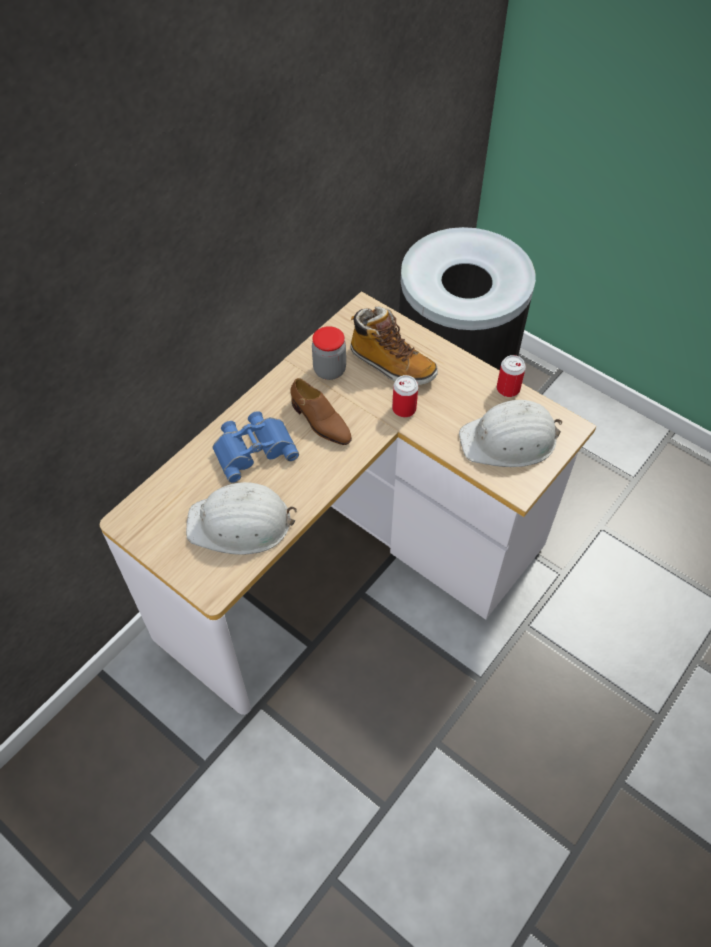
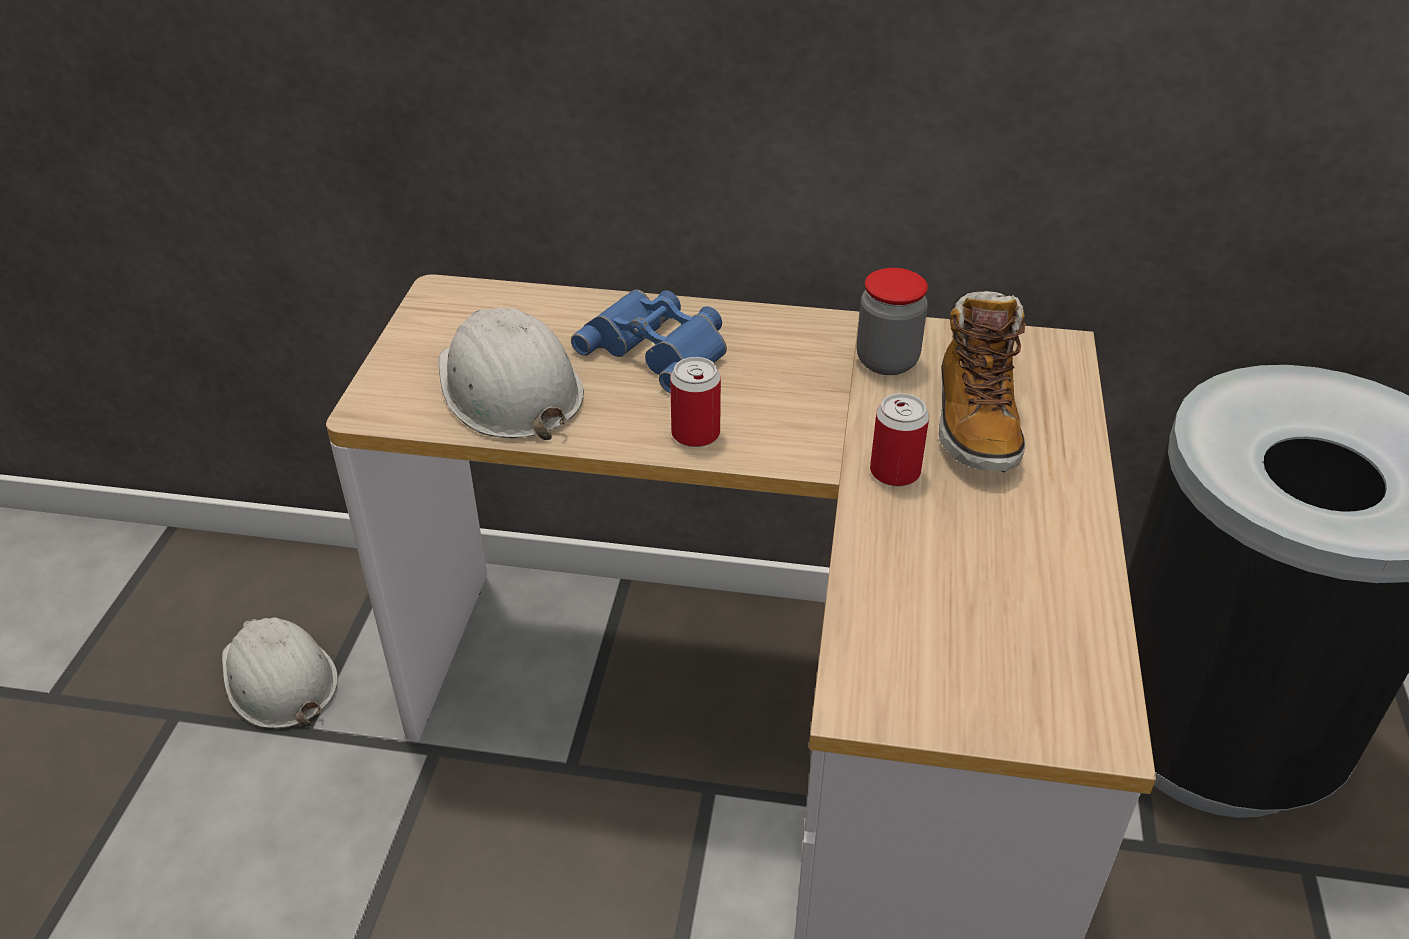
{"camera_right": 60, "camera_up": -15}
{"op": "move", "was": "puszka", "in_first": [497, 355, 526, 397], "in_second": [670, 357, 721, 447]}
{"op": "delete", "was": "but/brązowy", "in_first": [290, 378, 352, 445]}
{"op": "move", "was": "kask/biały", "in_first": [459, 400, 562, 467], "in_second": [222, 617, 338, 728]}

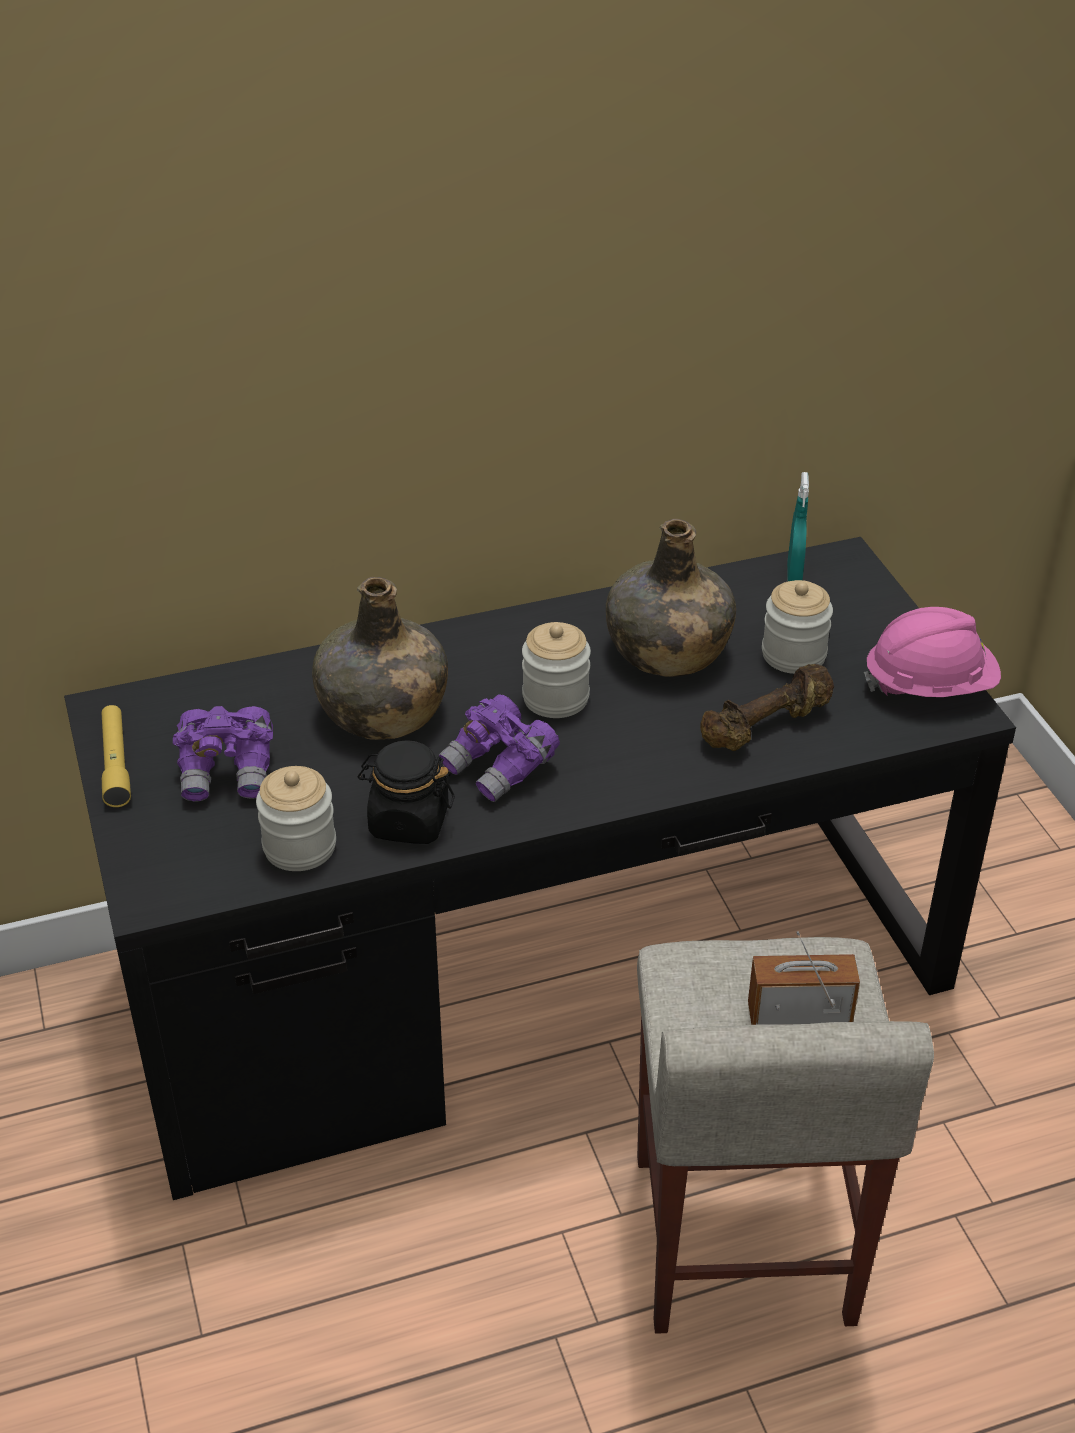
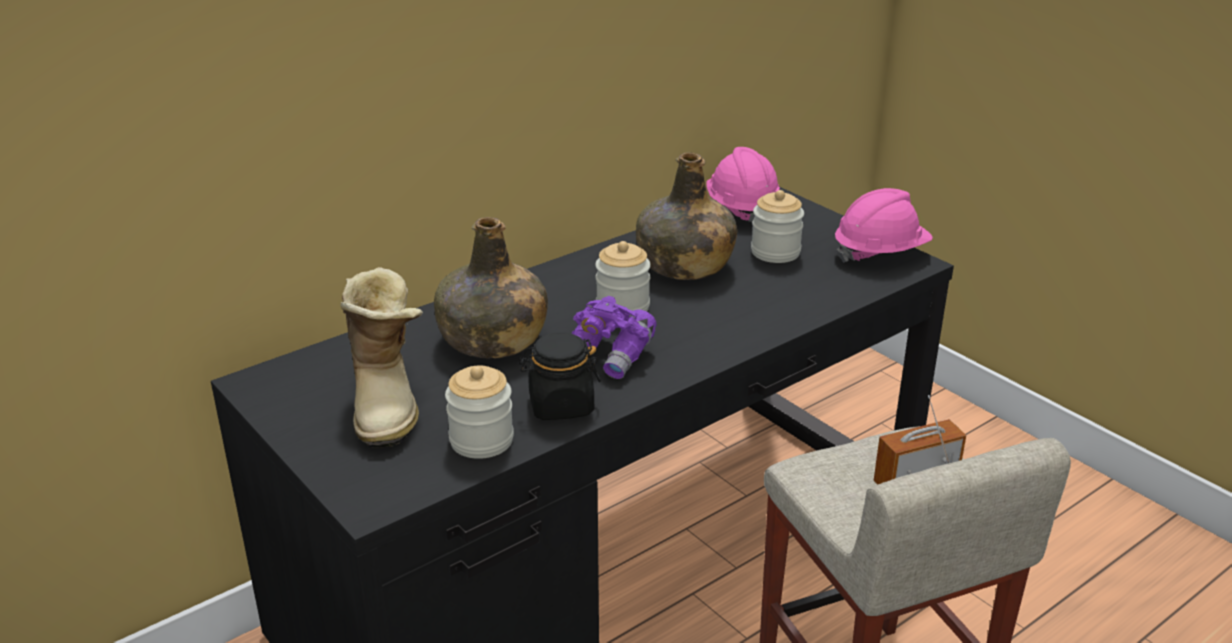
{"camera_right": -20, "camera_up": -10}
{"op": "replace", "was": "spryskiwacz/turkusowy", "now": "kask/różowy", "in_first": [787, 472, 809, 581], "in_second": [707, 147, 780, 222]}
{"op": "delete", "was": "hantel/brązowy", "in_first": [700, 664, 834, 751]}
{"op": "delete", "was": "latarka/żółty", "in_first": [102, 705, 131, 807]}
{"op": "replace", "was": "lornetka/fioletowy", "now": "but z cholewką", "in_first": [173, 706, 273, 802], "in_second": [340, 267, 423, 448]}

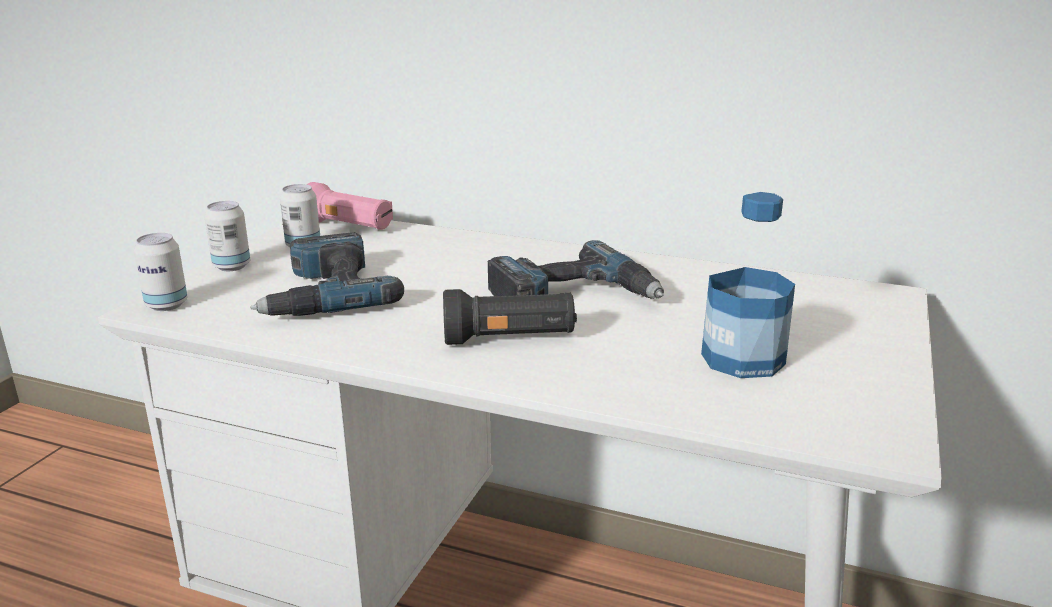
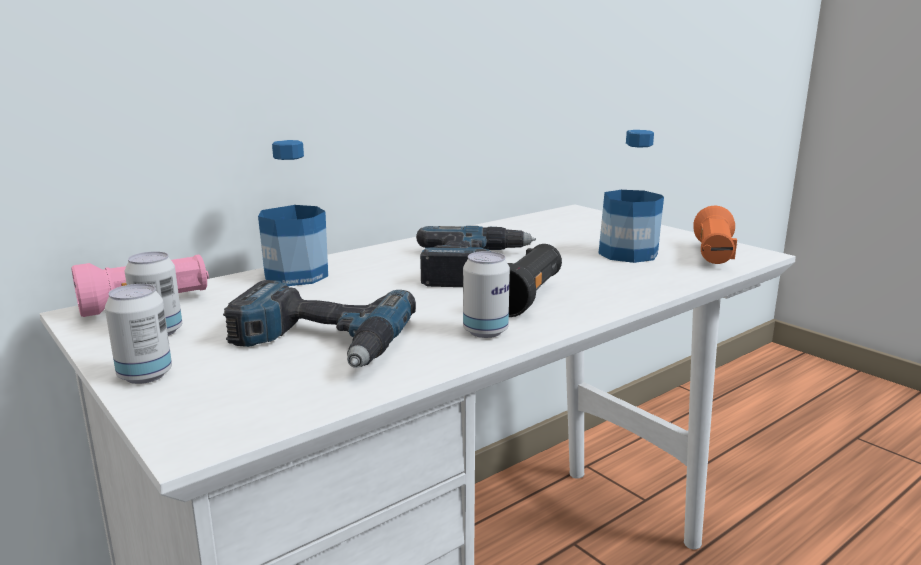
{"camera_right": -60, "camera_up": -5}
{"op": "move", "was": "puszka", "in_first": [134, 233, 188, 311], "in_second": [463, 251, 510, 338]}
{"op": "insert", "now": "butelka", "in_second": [258, 140, 328, 286]}
{"op": "insert", "now": "latarka/pomarańczowy", "in_second": [694, 206, 737, 264]}

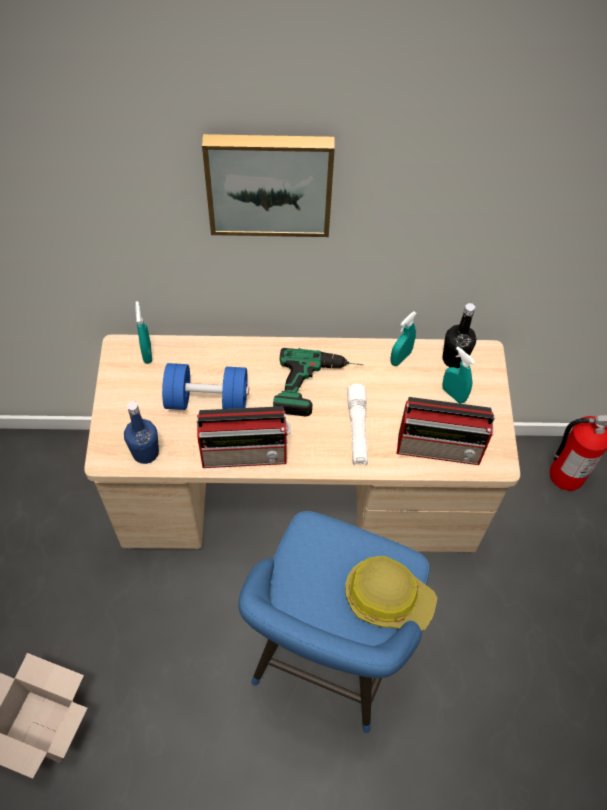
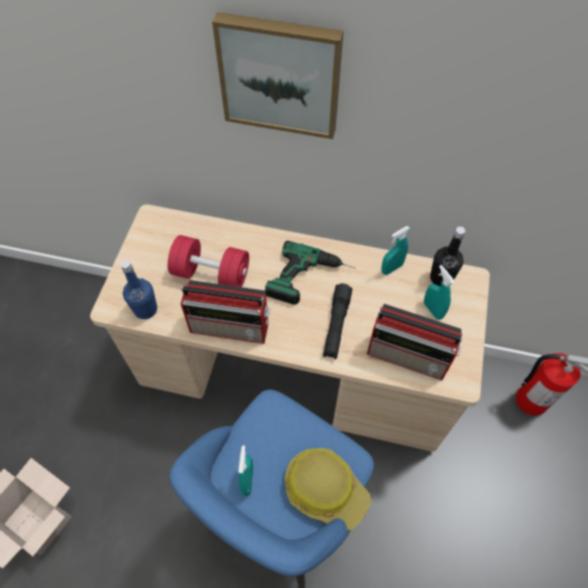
{"camera_right": 15, "camera_up": 0}
{"op": "move", "was": "spryskiwacz/turkusowy", "in_first": [135, 301, 152, 364], "in_second": [238, 446, 254, 496]}
{"op": "recolor", "was": "hantel/niebieski", "now": "hantel/czerwony", "in_first": [162, 363, 249, 410], "in_second": [168, 235, 249, 287]}
{"op": "recolor", "was": "latarka/biały", "now": "latarka/czarny", "in_first": [347, 384, 368, 466], "in_second": [323, 283, 352, 359]}

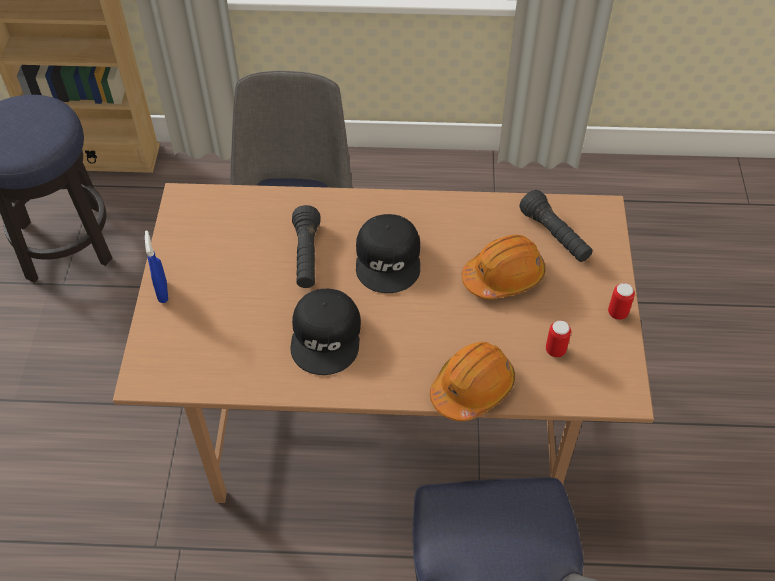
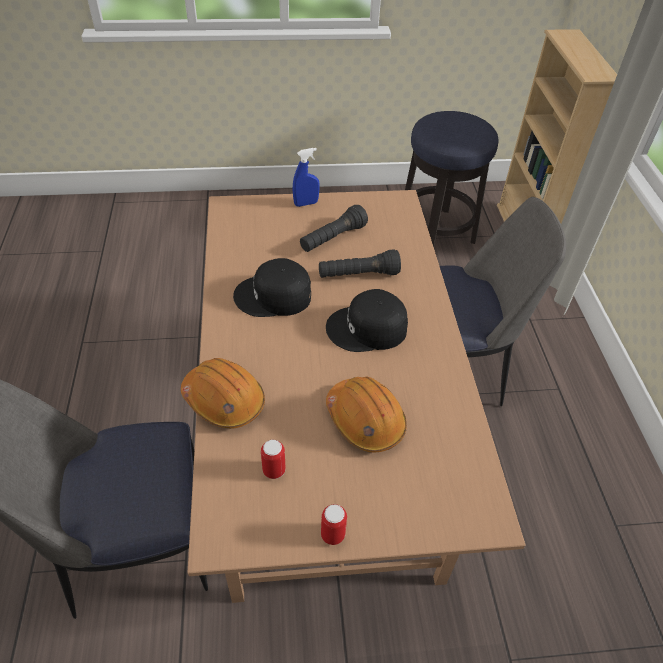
{"camera_right": 80, "camera_up": -5}
{"op": "move", "was": "latarka/czarny", "in_first": [519, 190, 593, 262], "in_second": [300, 205, 368, 252]}

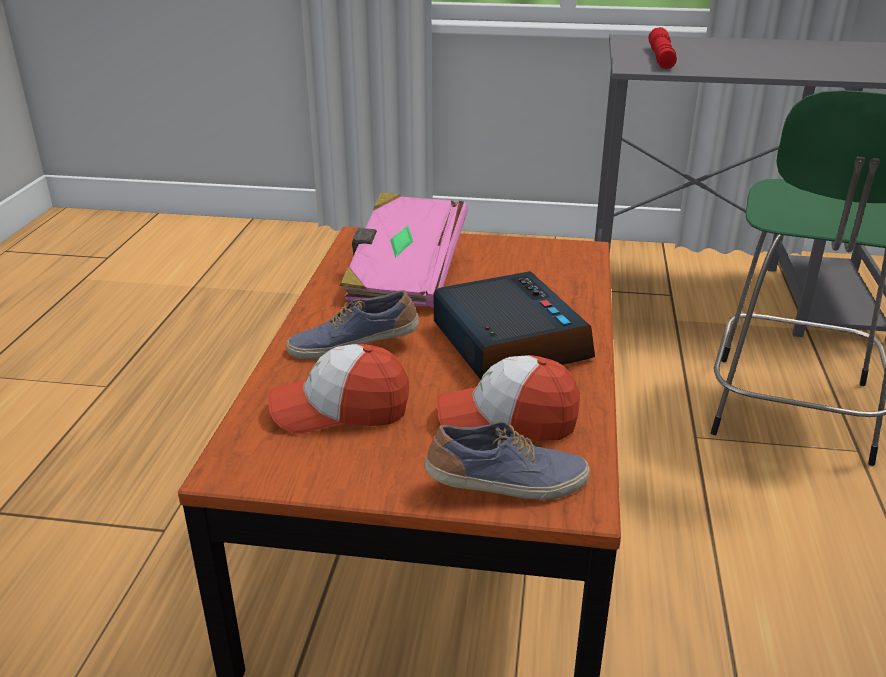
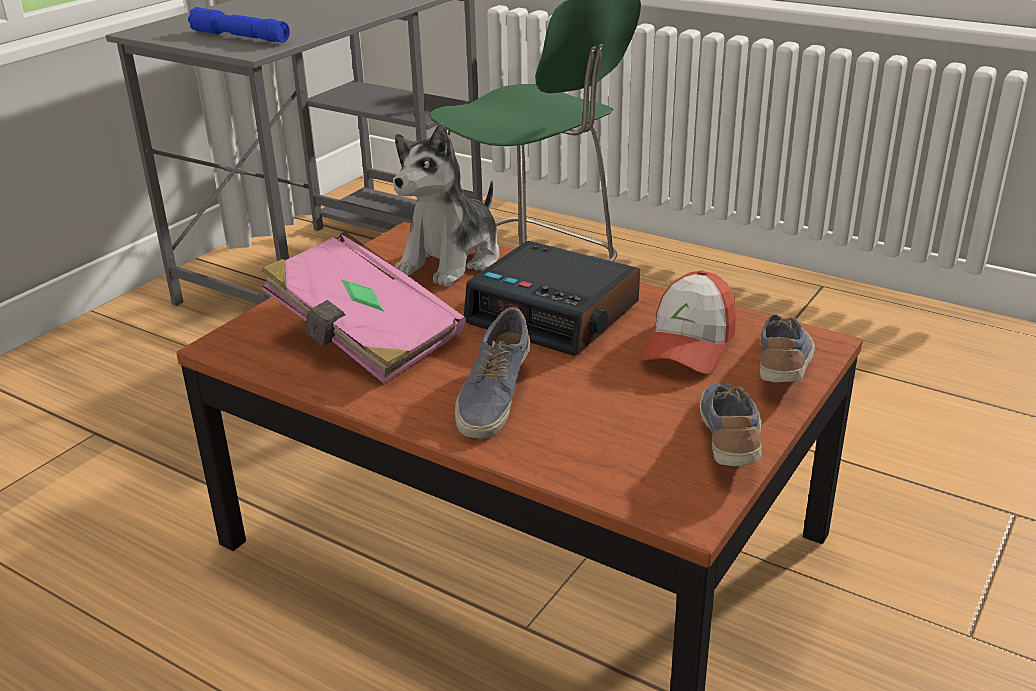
{"camera_right": -65, "camera_up": 0}
{"op": "recolor", "was": "latarka/czerwony", "now": "latarka/niebieski", "in_first": [649, 27, 677, 69], "in_second": [188, 7, 290, 42]}
{"op": "rotate", "was": "budzik", "in_first": [434, 271, 595, 380], "in_second": [464, 241, 640, 356], "clockwise": -150}
{"op": "delete", "was": "czapka z daszkiem", "in_first": [268, 344, 409, 434]}
{"op": "insert", "now": "pluszak", "in_second": [393, 123, 499, 287]}
{"op": "insert", "now": "but", "in_second": [700, 383, 762, 466]}

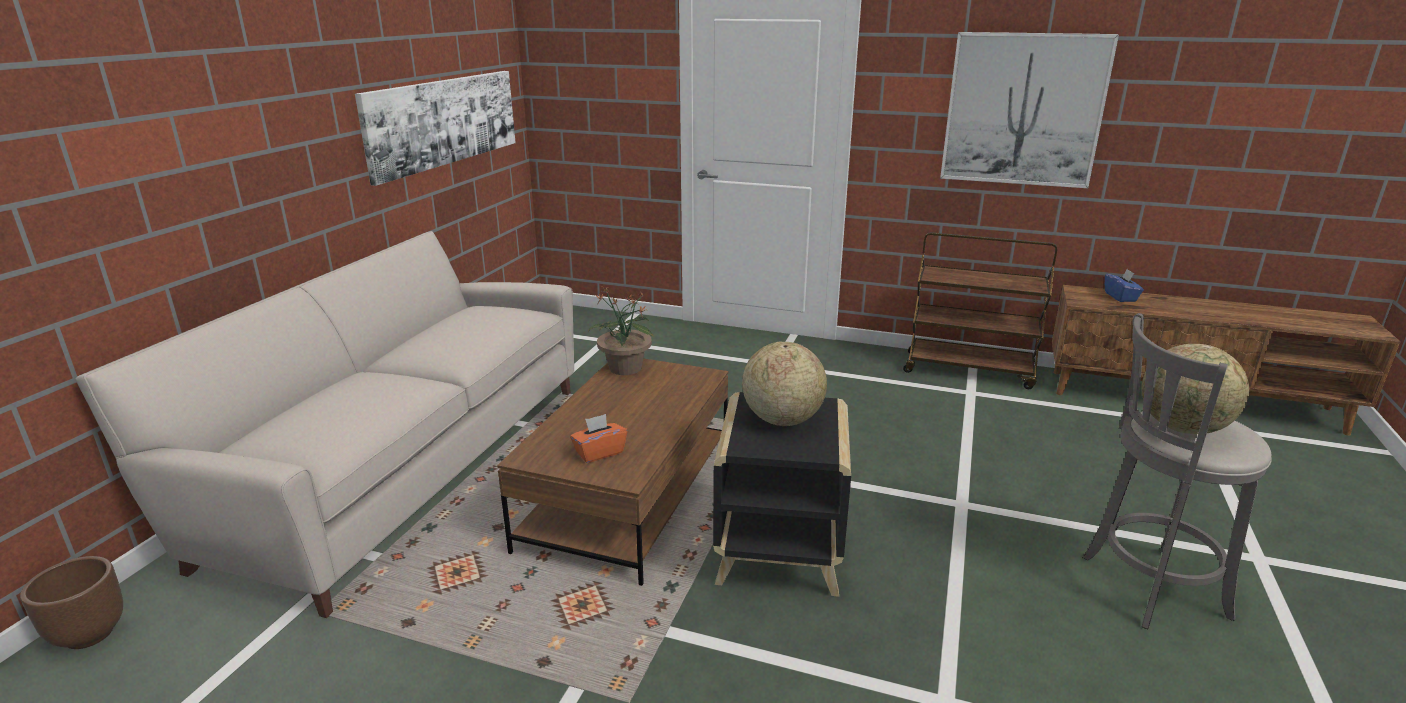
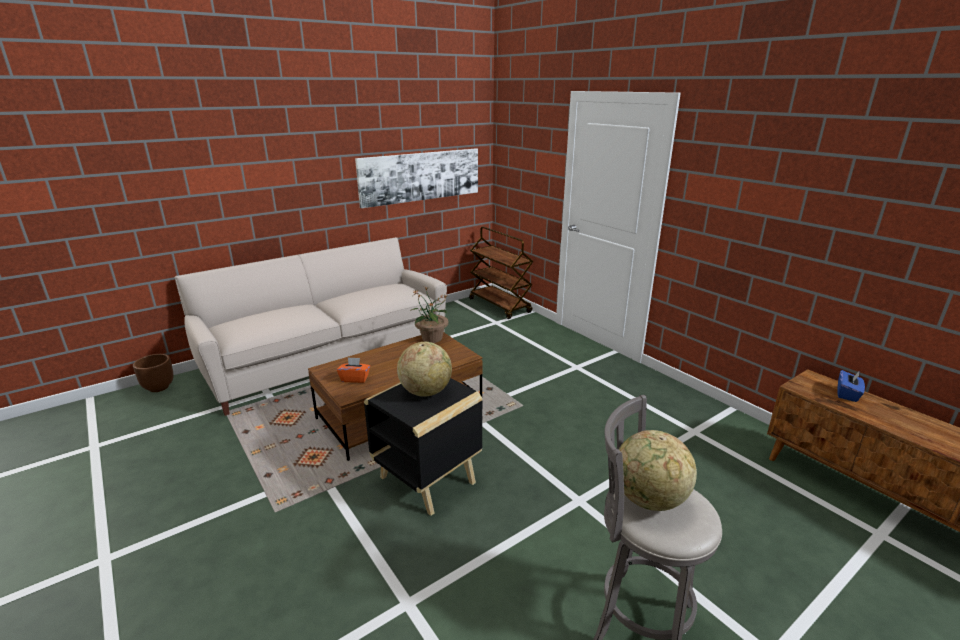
{"camera_right": 35, "camera_up": 0}
{"op": "delete", "was": "obraz", "in_first": [940, 32, 1119, 188]}
{"op": "move", "was": "wózek/brązowy", "in_first": [903, 232, 1057, 389], "in_second": [469, 227, 533, 319]}

